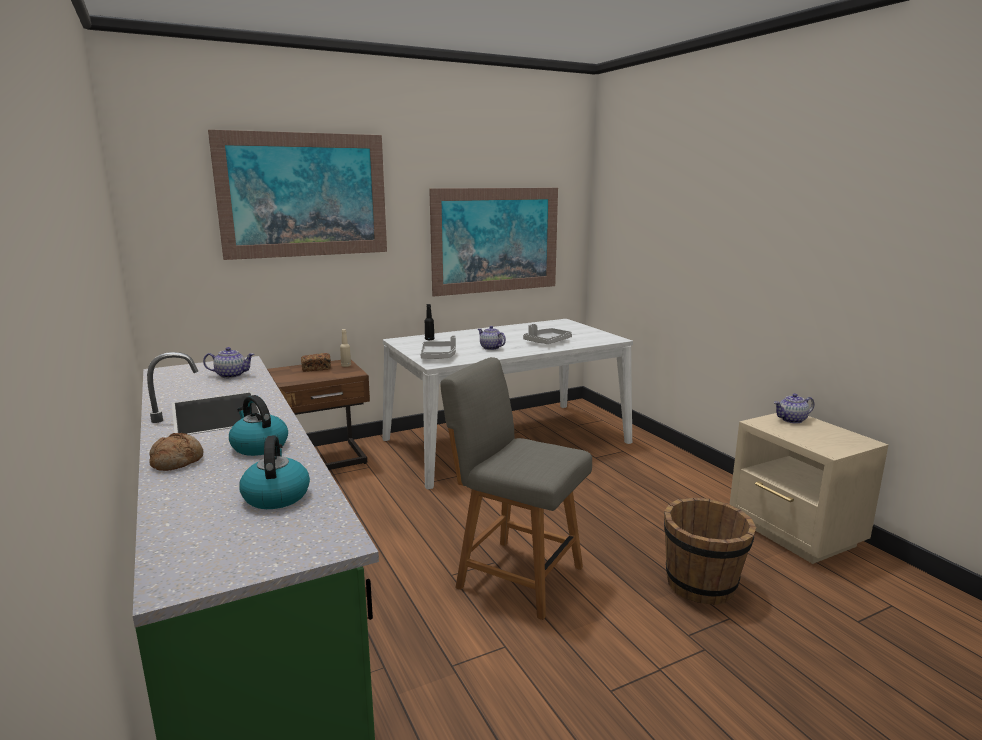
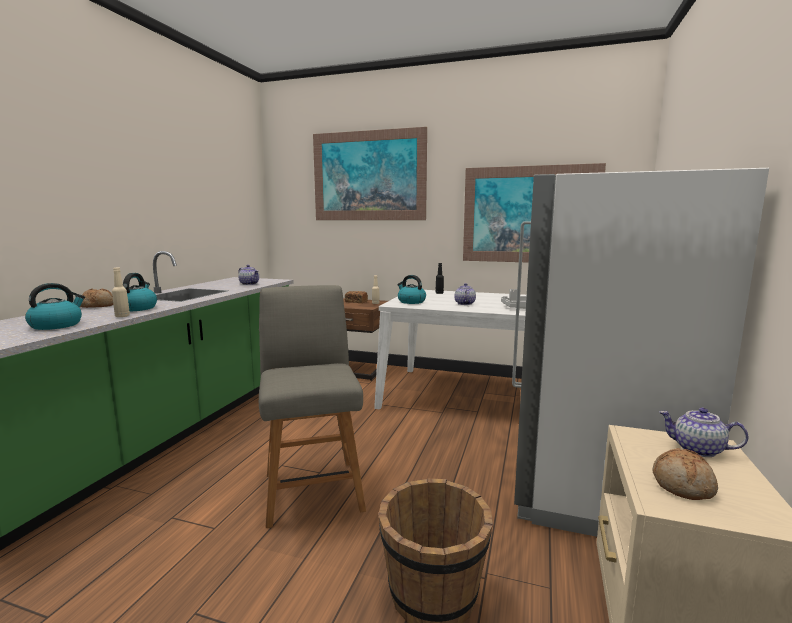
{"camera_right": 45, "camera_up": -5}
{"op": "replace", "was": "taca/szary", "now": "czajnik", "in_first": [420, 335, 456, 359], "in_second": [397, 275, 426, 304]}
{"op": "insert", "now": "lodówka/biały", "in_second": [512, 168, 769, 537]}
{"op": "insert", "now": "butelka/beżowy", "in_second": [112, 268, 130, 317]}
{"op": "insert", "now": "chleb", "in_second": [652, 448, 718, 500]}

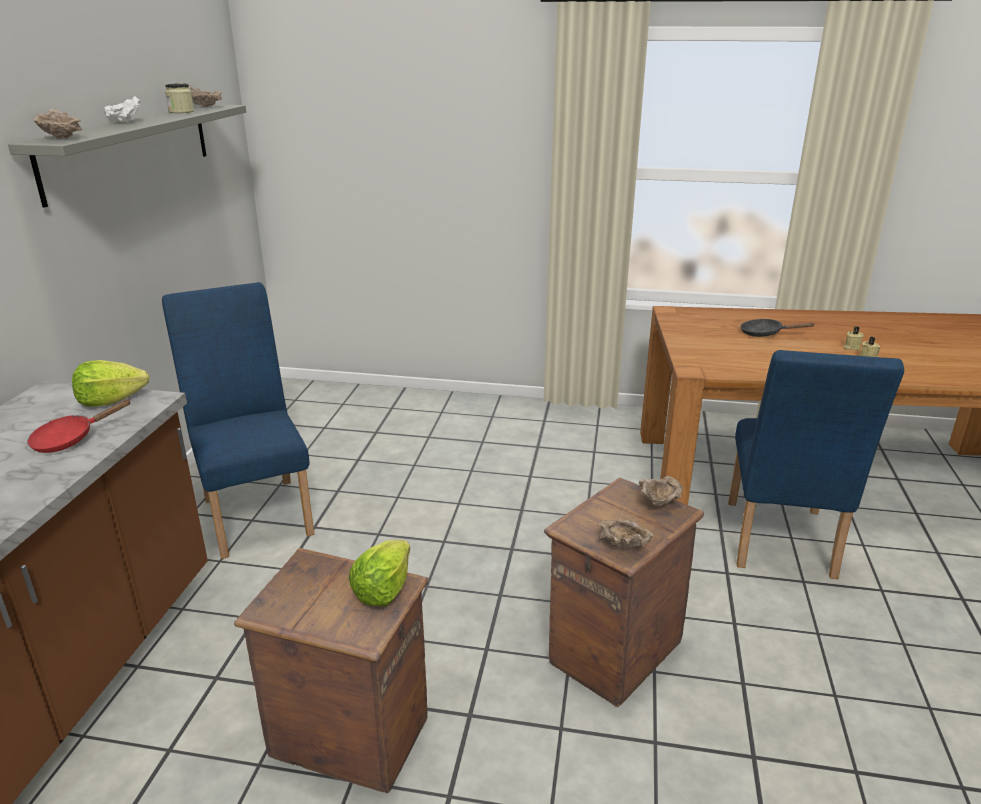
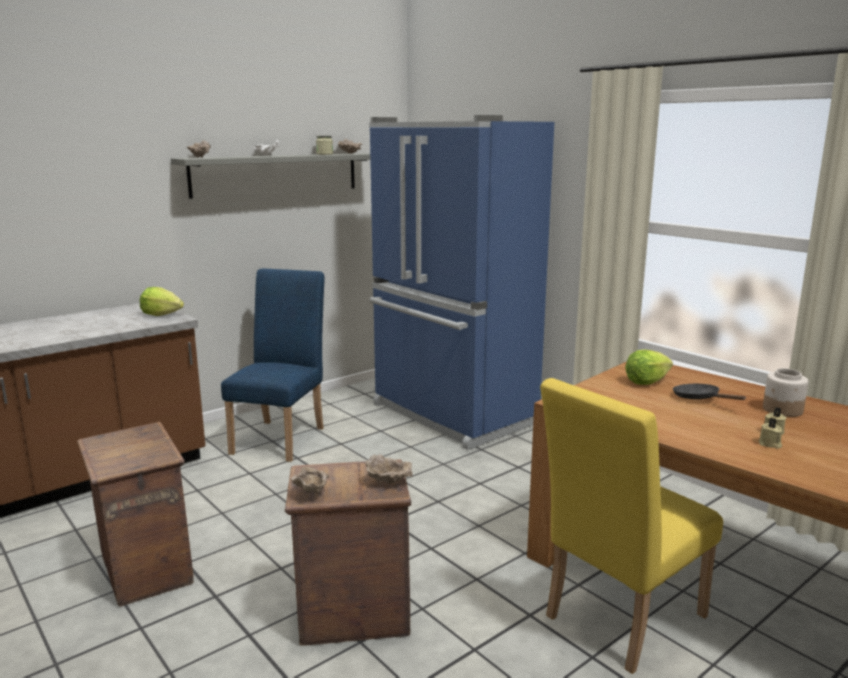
{"camera_right": 40, "camera_up": -10}
{"op": "recolor", "was": "krzesło/niebieski", "now": "krzesło/żółty", "in_first": [728, 350, 904, 579], "in_second": [540, 378, 723, 674]}
{"op": "delete", "was": "patelnia/czerwony", "in_first": [27, 400, 131, 453]}
{"op": "move", "was": "sałata", "in_first": [349, 540, 410, 606], "in_second": [625, 350, 673, 385]}
{"op": "insert", "now": "lodówka/niebieski", "in_second": [369, 115, 555, 450]}
{"op": "insert", "now": "słoik", "in_second": [763, 368, 808, 417]}

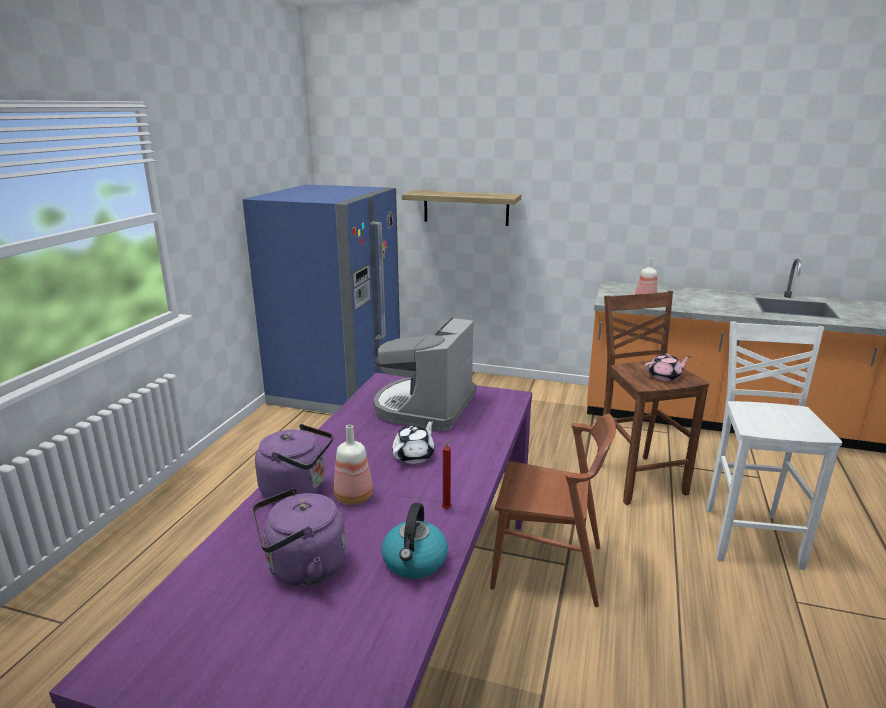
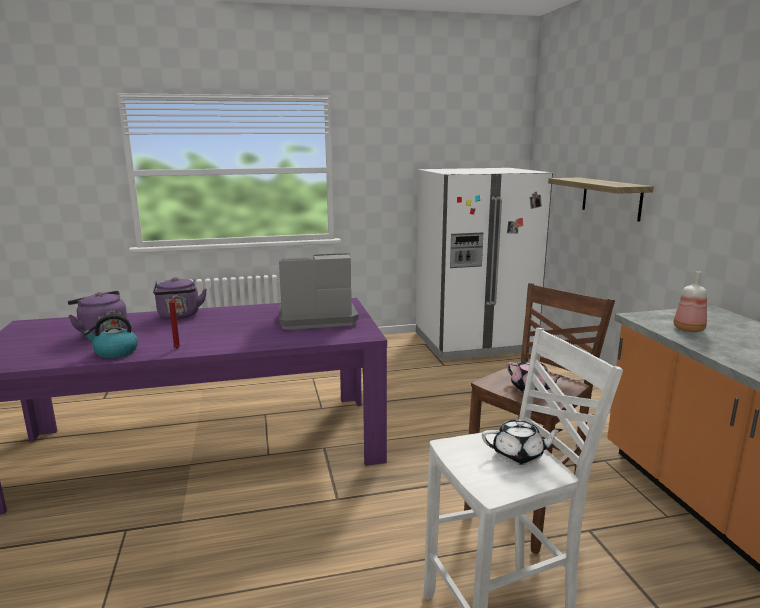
{"camera_right": 60, "camera_up": -5}
{"op": "recolor", "was": "lodówka/niebieski", "now": "lodówka/biały", "in_first": [242, 184, 400, 414], "in_second": [416, 168, 553, 360]}
{"op": "delete", "was": "krzesło/brązowy", "in_first": [490, 414, 616, 607]}
{"op": "move", "was": "imbryk/biały", "in_first": [392, 419, 435, 464], "in_second": [482, 420, 563, 465]}
{"op": "delete", "was": "butelka", "in_first": [334, 425, 373, 505]}

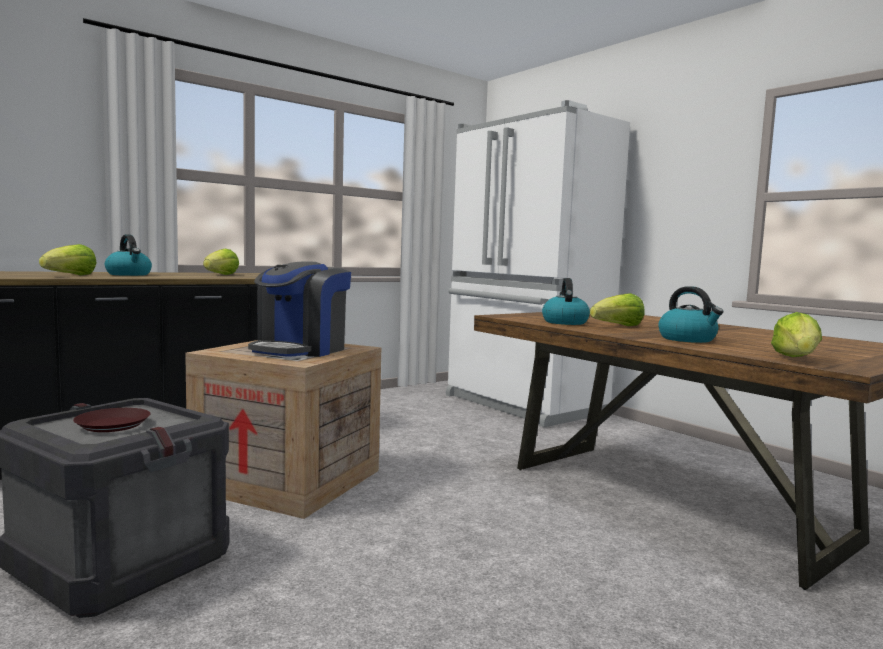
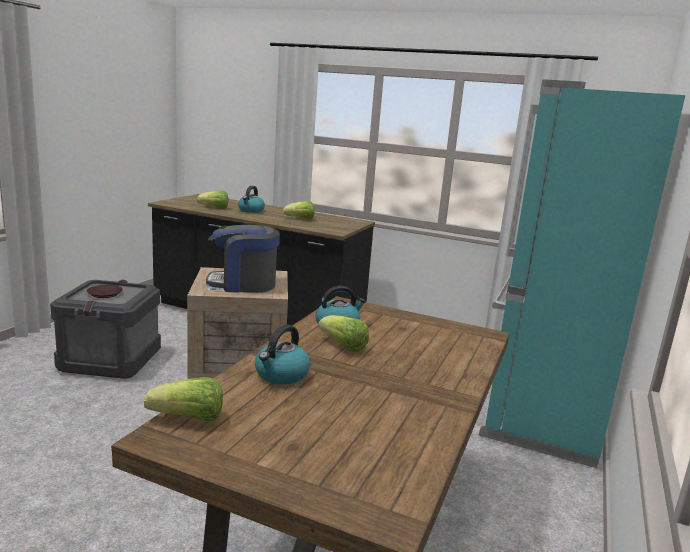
{"camera_right": 60, "camera_up": 10}
{"op": "recolor", "was": "lodówka/biały", "now": "lodówka/turkusowy", "in_first": [446, 100, 630, 427], "in_second": [479, 80, 685, 468]}

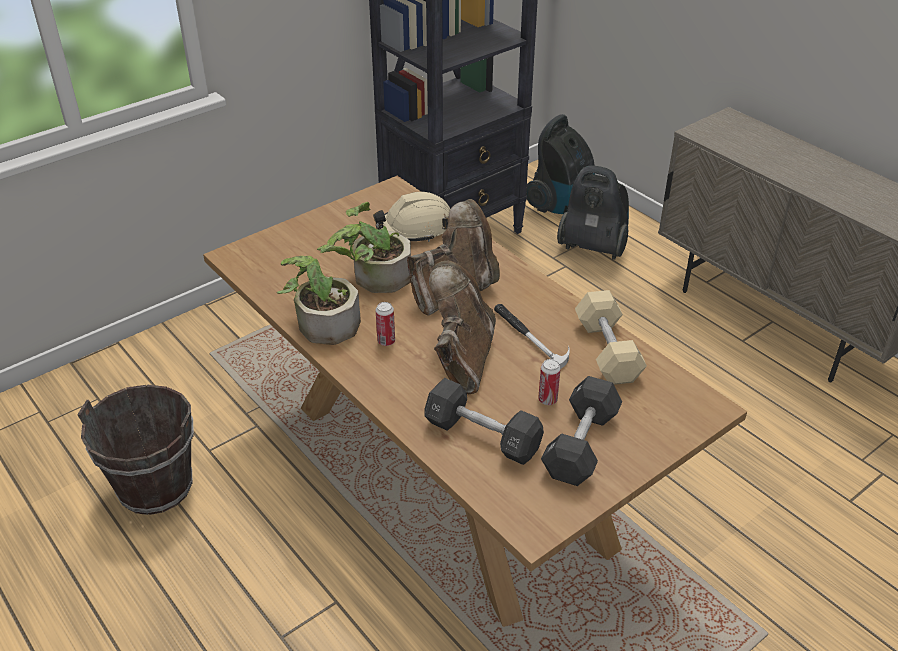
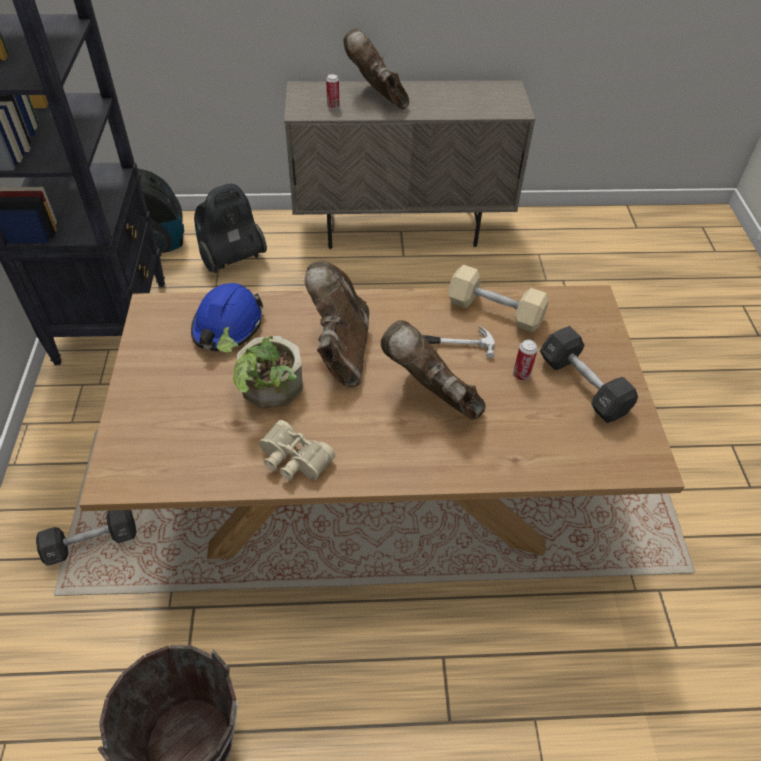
{"camera_right": -55, "camera_up": 10}
{"op": "recolor", "was": "kask/beżowy", "now": "kask/niebieski", "in_first": [373, 192, 450, 242], "in_second": [191, 283, 263, 351]}
{"op": "replace", "was": "roślina doniczkowa", "now": "lornetka/beżowy", "in_first": [277, 245, 361, 345], "in_second": [259, 420, 335, 480]}
{"op": "move", "was": "puszka", "in_first": [376, 302, 395, 346], "in_second": [326, 74, 339, 109]}
{"op": "move", "was": "hantel/czarny", "in_first": [424, 378, 544, 465], "in_second": [36, 510, 137, 566]}
{"op": "insert", "now": "but z cholewką/brązowy", "in_second": [343, 28, 409, 109]}

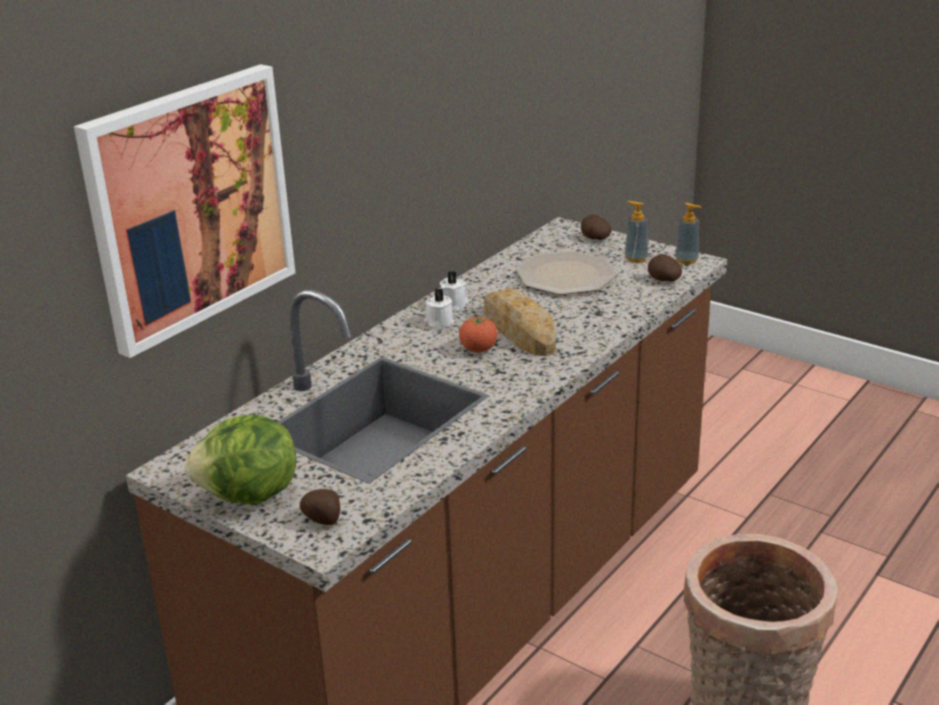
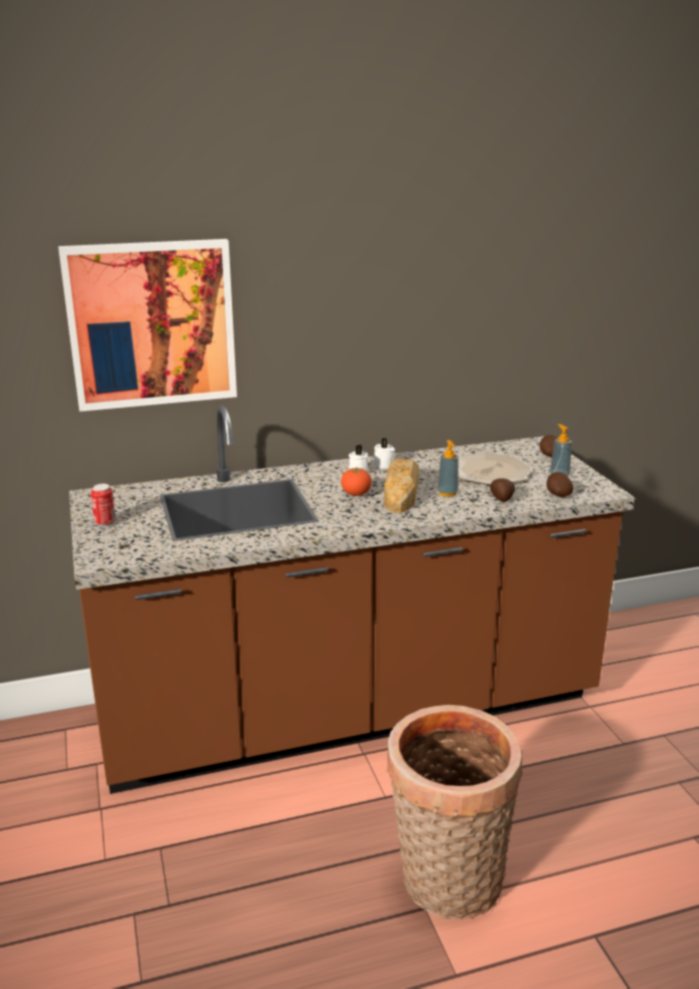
{"camera_right": 35, "camera_up": -5}
{"op": "move", "was": "dozownik mydła", "in_first": [675, 202, 701, 264], "in_second": [437, 440, 458, 497]}
{"op": "replace", "was": "sałata", "now": "puszka", "in_first": [185, 415, 296, 505], "in_second": [91, 484, 116, 526]}
{"op": "move", "was": "ziemniak", "in_first": [300, 489, 340, 525], "in_second": [490, 478, 515, 502]}

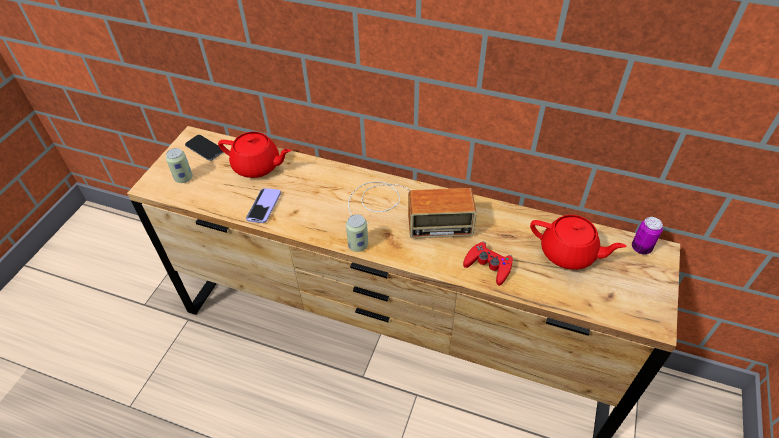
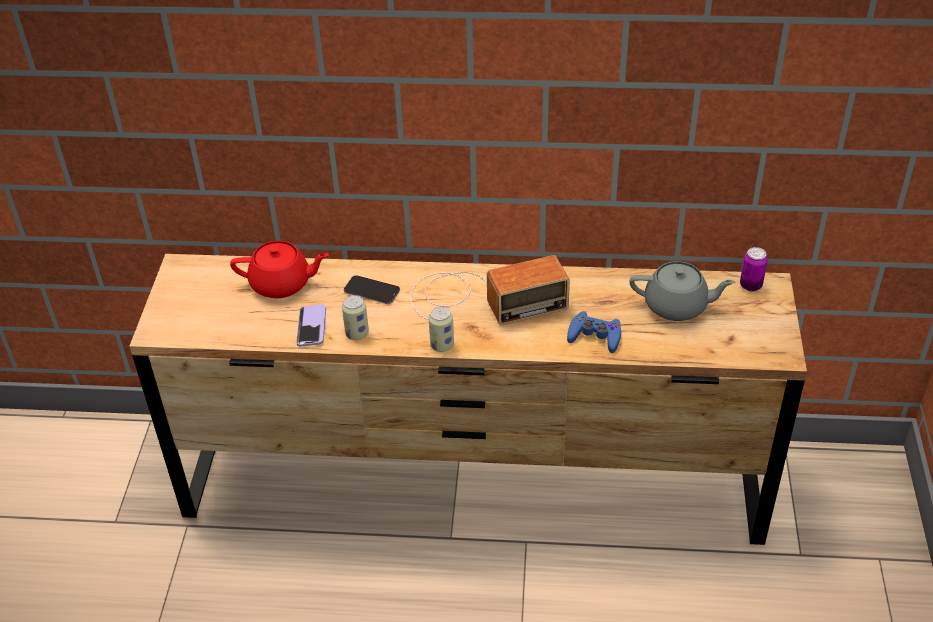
{"camera_right": -15, "camera_up": -5}
{"op": "move", "was": "telefon", "in_first": [185, 135, 223, 161], "in_second": [344, 275, 400, 304]}
{"op": "move", "was": "puszka", "in_first": [166, 148, 193, 183], "in_second": [342, 295, 369, 340]}
{"op": "recolor", "was": "imbryk/czerwony", "now": "imbryk/szary", "in_first": [530, 215, 627, 270], "in_second": [629, 261, 735, 321]}
{"op": "recolor", "was": "pad do gier/czerwony", "now": "pad do gier/niebieski", "in_first": [463, 242, 513, 286], "in_second": [567, 311, 621, 353]}

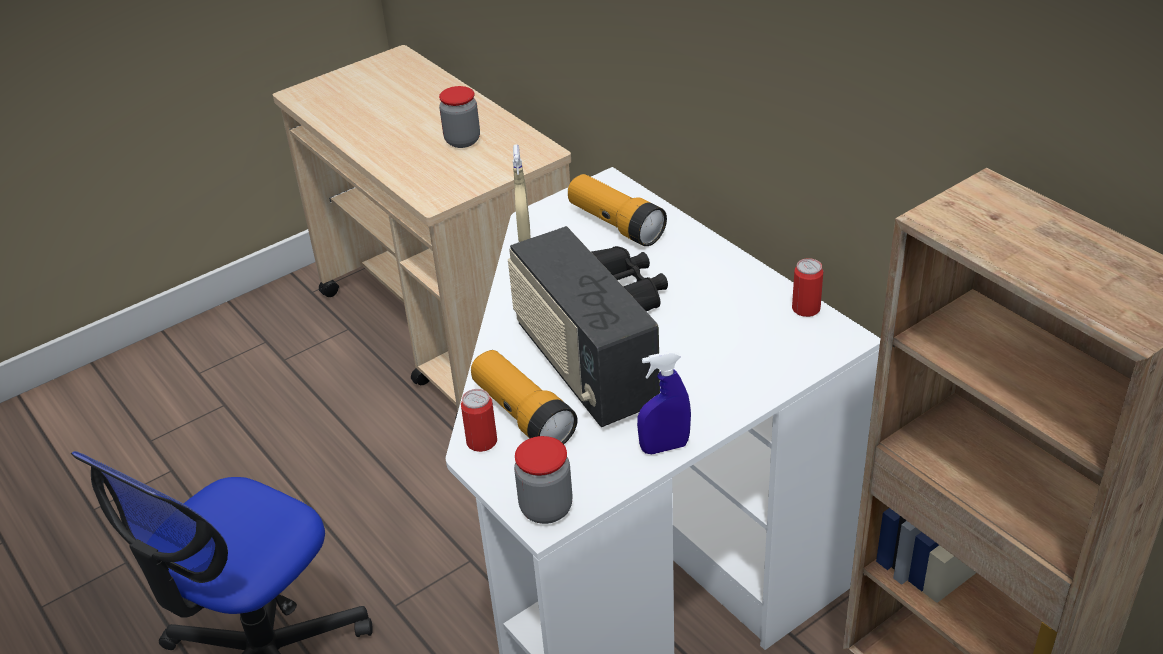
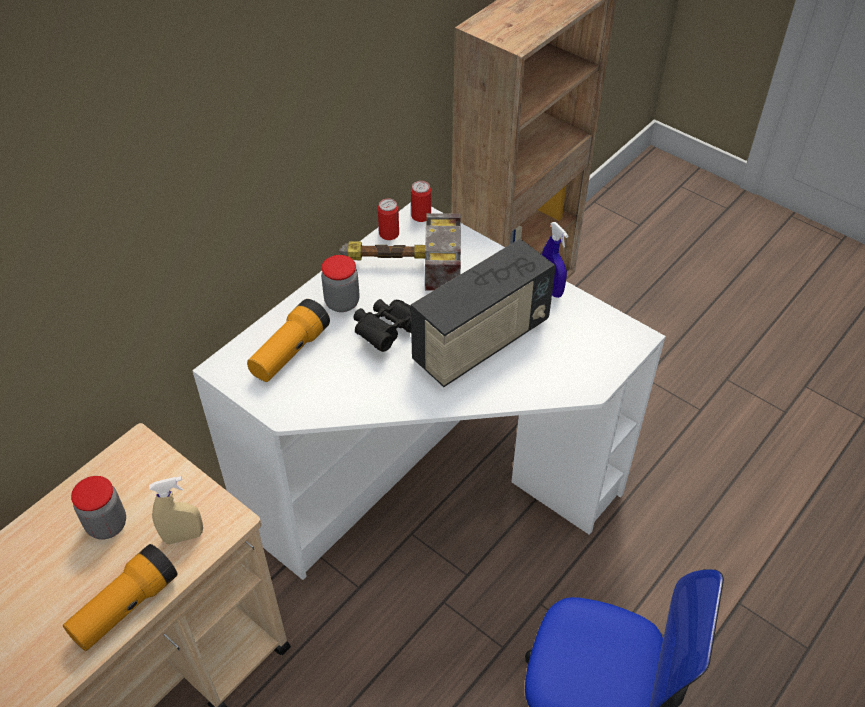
{"camera_right": -105, "camera_up": 10}
{"op": "move", "was": "spryskiwacz/beżowy", "in_first": [513, 144, 531, 242], "in_second": [149, 476, 203, 544]}
{"op": "move", "was": "latarka", "in_first": [471, 350, 577, 444], "in_second": [63, 544, 178, 651]}
{"op": "move", "was": "puszka", "in_first": [461, 389, 497, 452], "in_second": [411, 181, 431, 222]}
{"op": "move", "was": "słoik", "in_first": [514, 436, 573, 524], "in_second": [321, 255, 360, 312]}
{"op": "insert", "now": "młotek", "in_second": [339, 213, 461, 291]}

